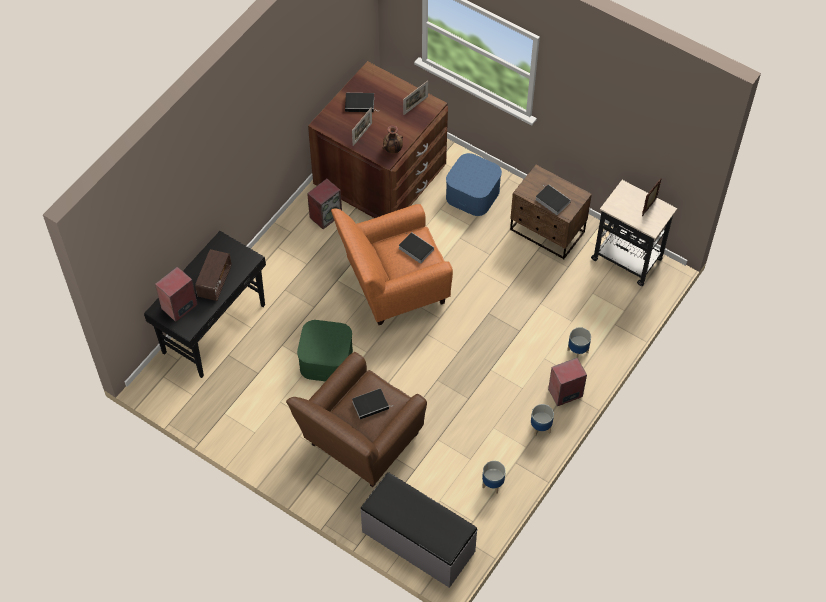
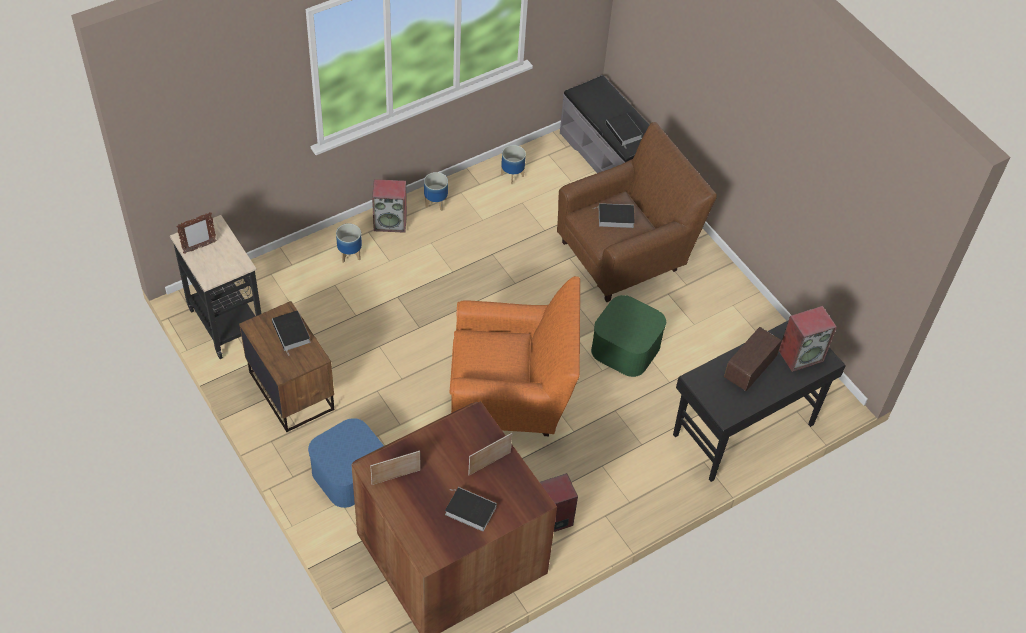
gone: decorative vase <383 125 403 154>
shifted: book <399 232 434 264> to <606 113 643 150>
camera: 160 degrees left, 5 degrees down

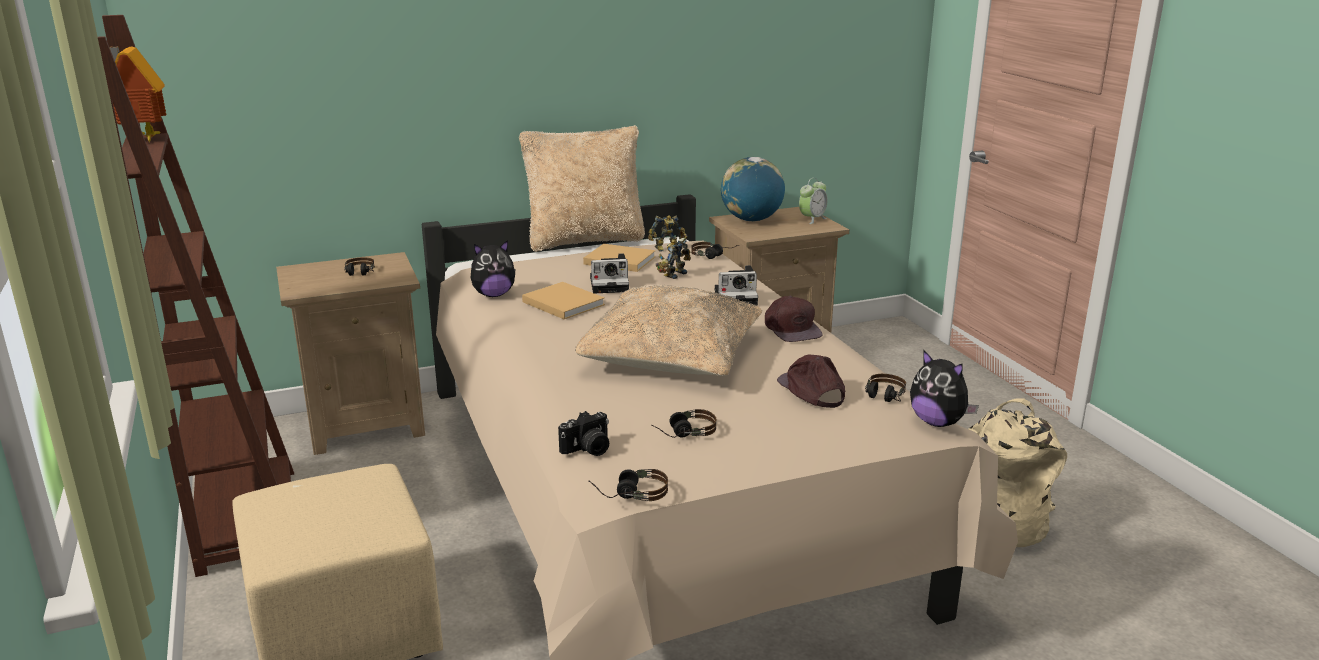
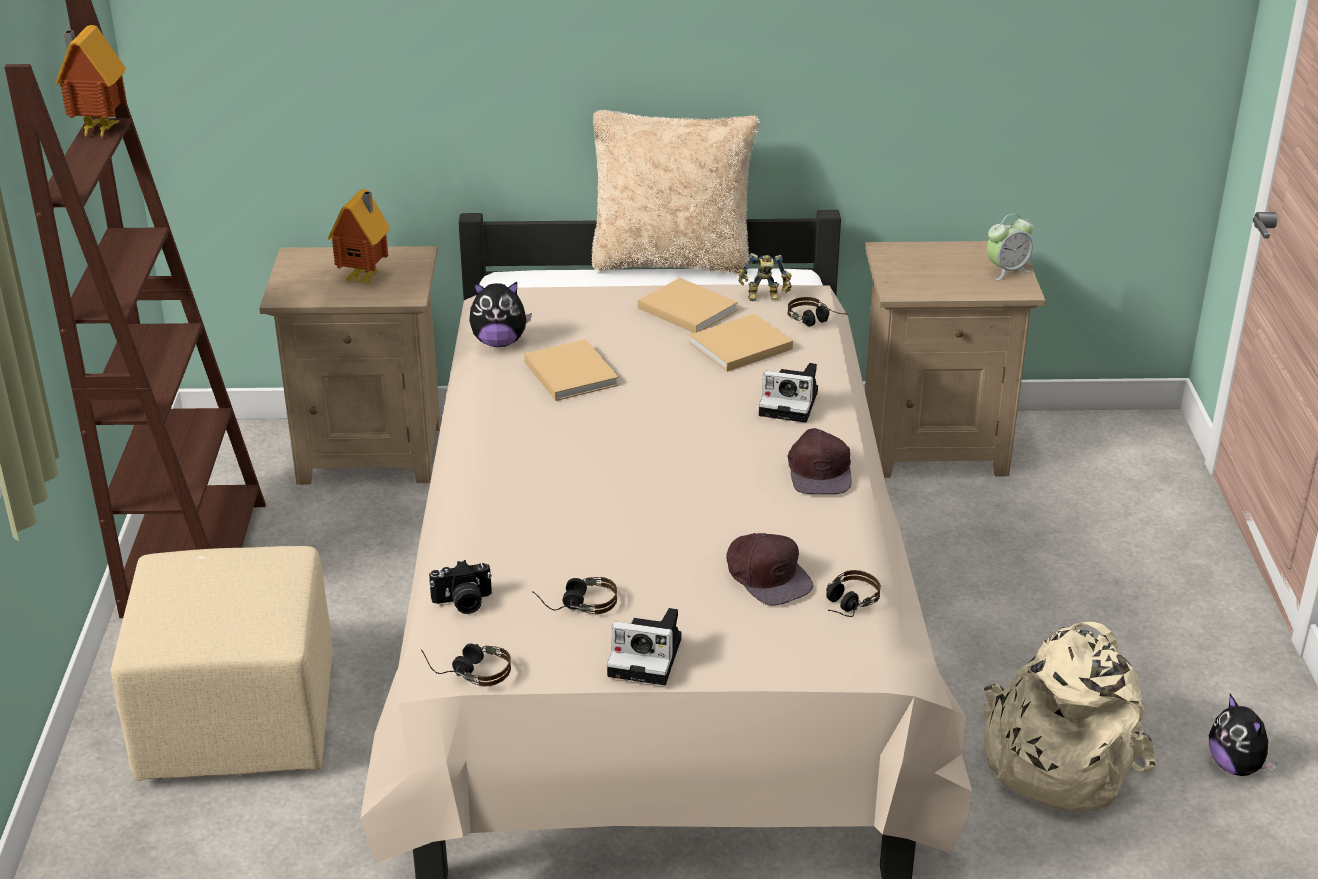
gone: world globe <721 157 785 221>; cushion in beige <574 284 763 376>
shifted: photo camera <590 253 629 294> to <607 608 681 685>; plush toy <910 351 979 427> to <1209 694 1277 776>
swapped: robot figure <655 238 691 279> to book in beige <689 314 793 372>; pair of headphones <344 257 375 276> to model house <328 189 390 285>
rotated: peaked cap in brown <777 354 845 408> = <726 533 813 605> 150 degrees clockwise
camera: 20 degrees right, 10 degrees up

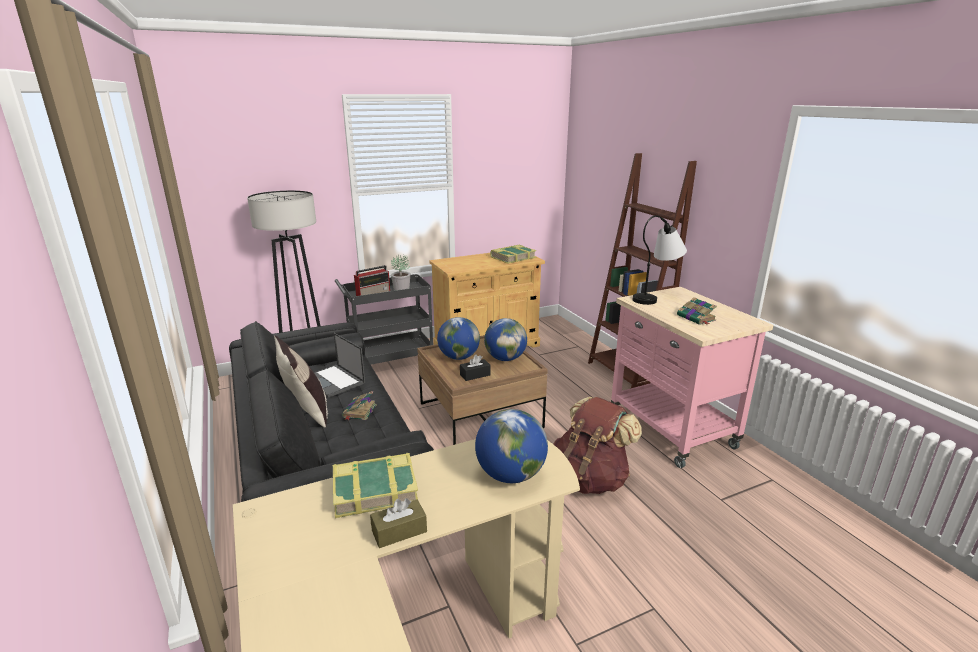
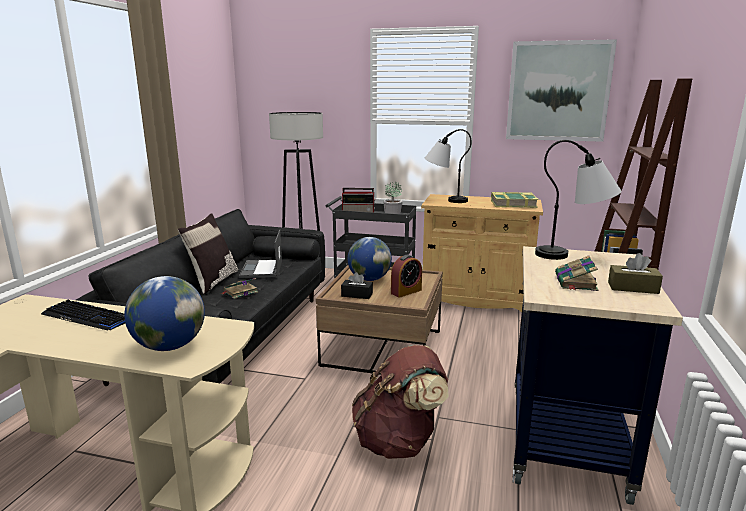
new: wall art <506 39 617 142>; table lamp <425 129 472 203>
shifted: tissue holder in brown <370 498 427 548> to <608 253 663 294>
swapped: world globe <484 318 527 361> to alarm clock <391 255 422 298>; book <333 453 418 518> to computer keyboard <41 300 125 331>
repainted: cart in pink <611 287 773 468> to cart in blue-coloured <513 246 683 505>
camera: 40 degrees right, 5 degrees down

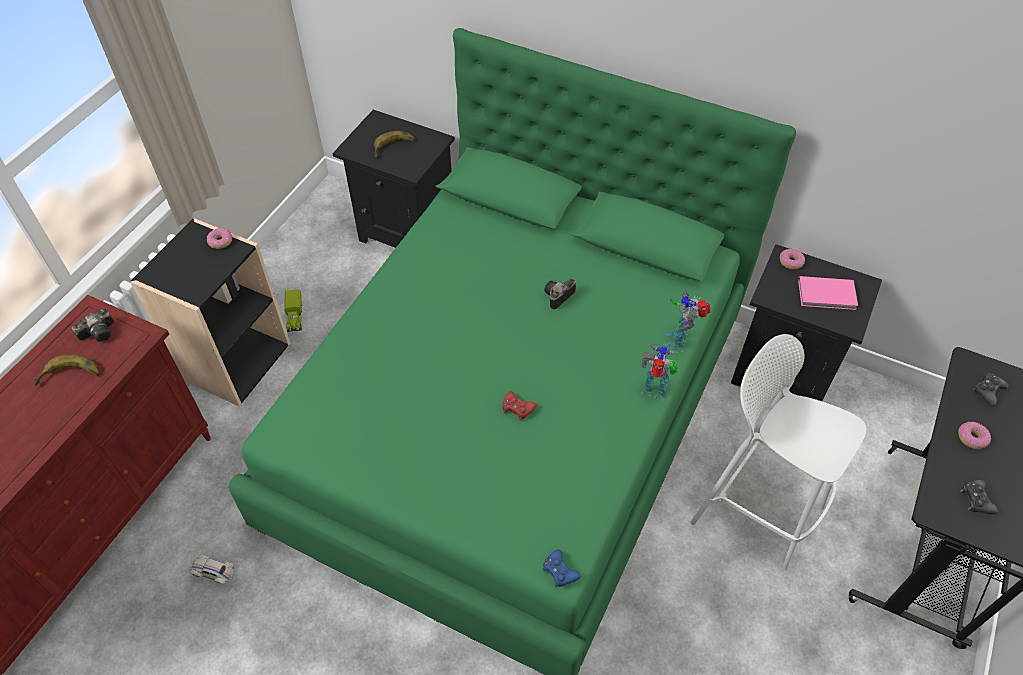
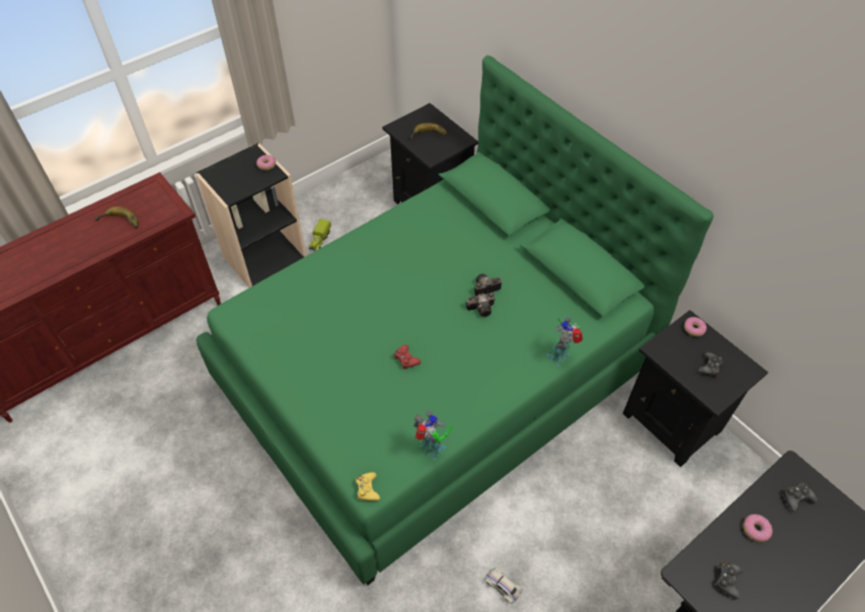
gone: stool in whitish <690 334 867 570>
shifted: photo camera <72 309 114 342> to <466 293 495 317>; robot figure <641 344 679 401> to <414 409 452 460>; model car in whitish <189 555 235 584> to <484 568 522 604>
swapped: book in pink <798 276 858 310> to gamepad in black-coloured <698 352 724 377>
repainted: gamepad in blue-coloured <543 549 581 587> to gamepad in yellow <356 472 380 501>
camera: 25 degrees right, 0 degrees up

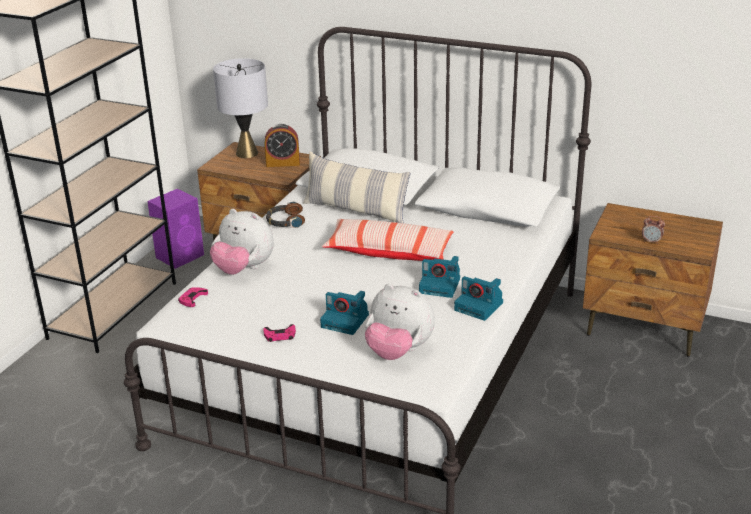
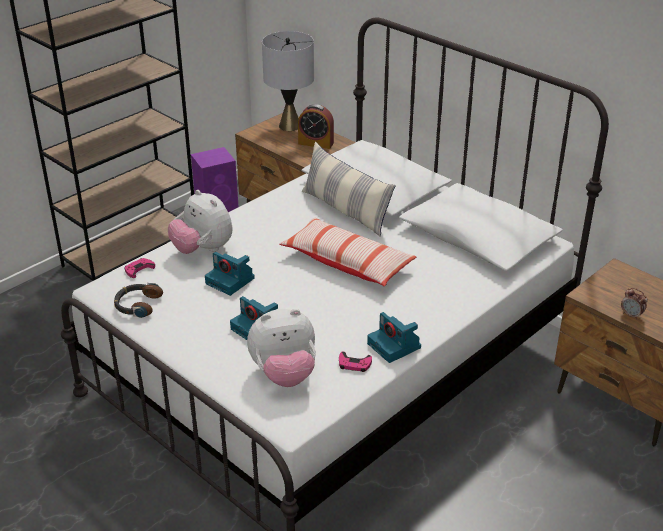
shifted: pair of headphones <266 202 305 228> to <114 283 163 318>; photo camera <419 256 460 298> to <205 252 255 296>; gamepad in pink <263 324 296 342> to <339 351 372 372>
rotated: plush toy <365 284 435 360> = <247 309 316 387> 60 degrees counterclockwise
camera: 20 degrees right, 5 degrees up

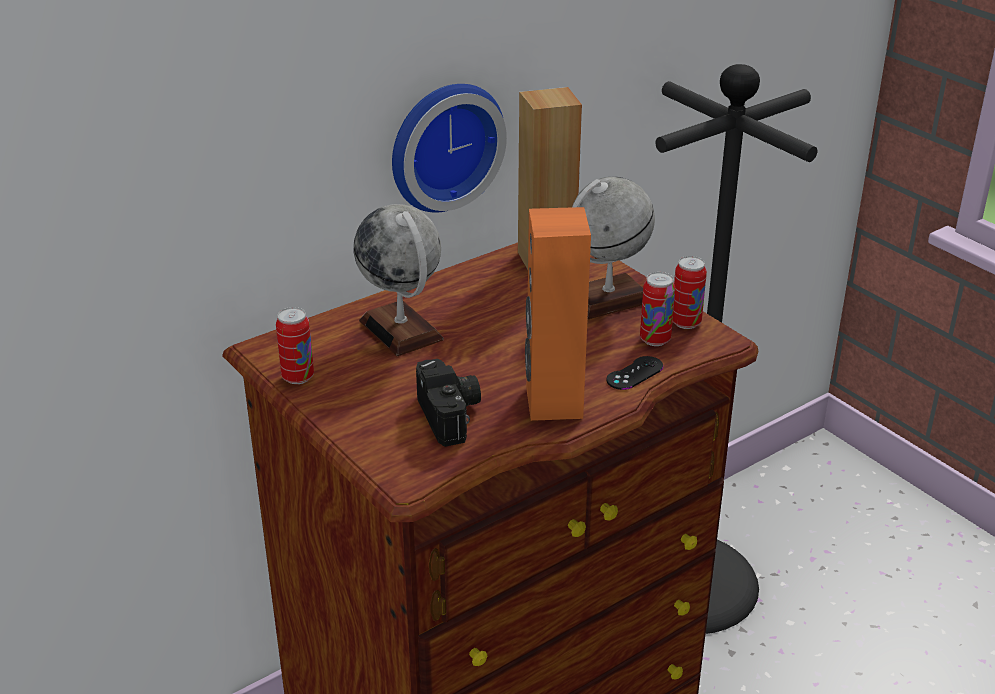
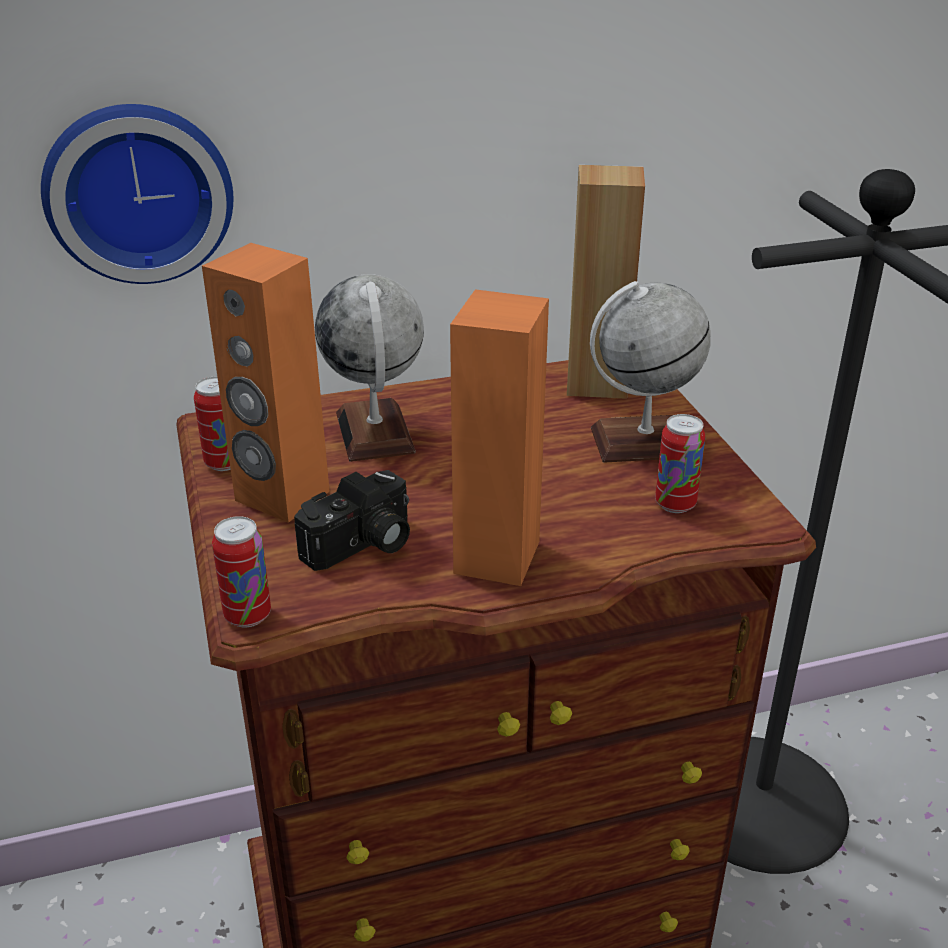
gone: gamepad in black-coloured <606 356 663 390>
new: audio speaker in orange <202 243 330 523>
shifted: wall clock <392 84 507 213> to <41 104 233 284>; can <673 256 707 329> to <212 516 271 627>
rotated: photo camera <416 359 481 447> = <294 470 410 571> 45 degrees clockwise
camera: 20 degrees right, 0 degrees up

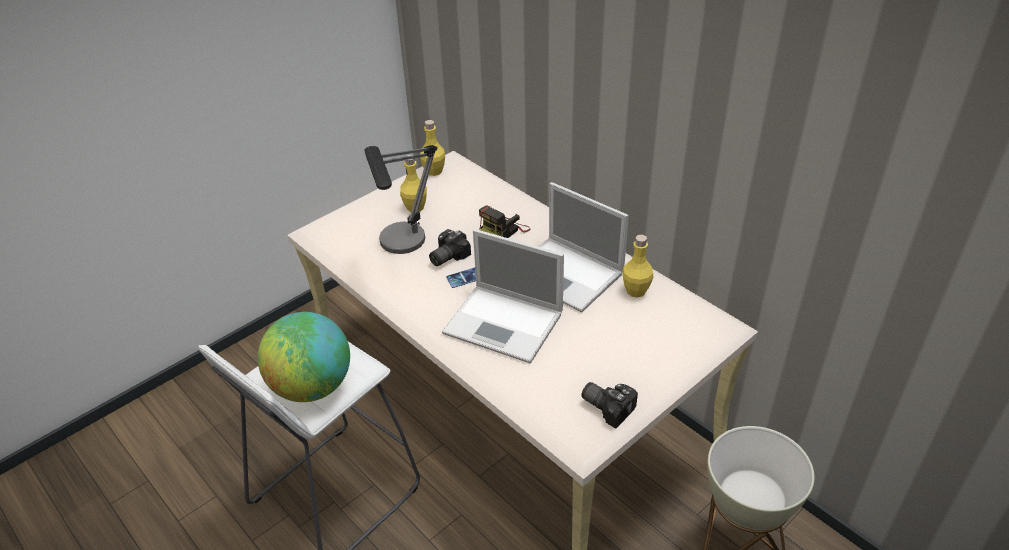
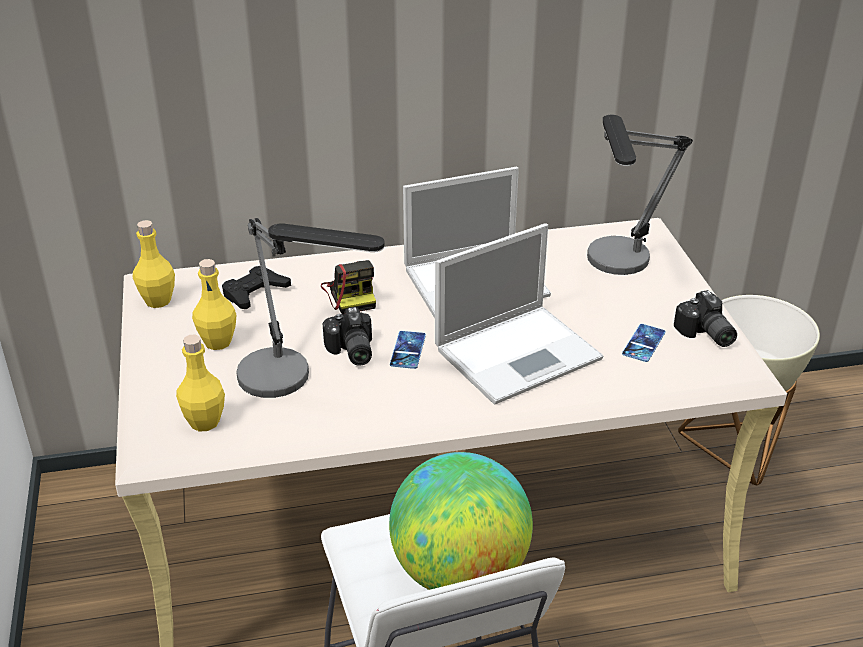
new: table lamp <587 114 693 275>; gamepad in black-coloured <222 266 291 309>; handset <622 324 665 362>
shifted: beverage bottle in yellow <622 235 653 298> to <176 335 225 432>
rotated: photo camera <581 382 638 429> = <674 290 737 347> 90 degrees counterclockwise
camera: 60 degrees left, 5 degrees down

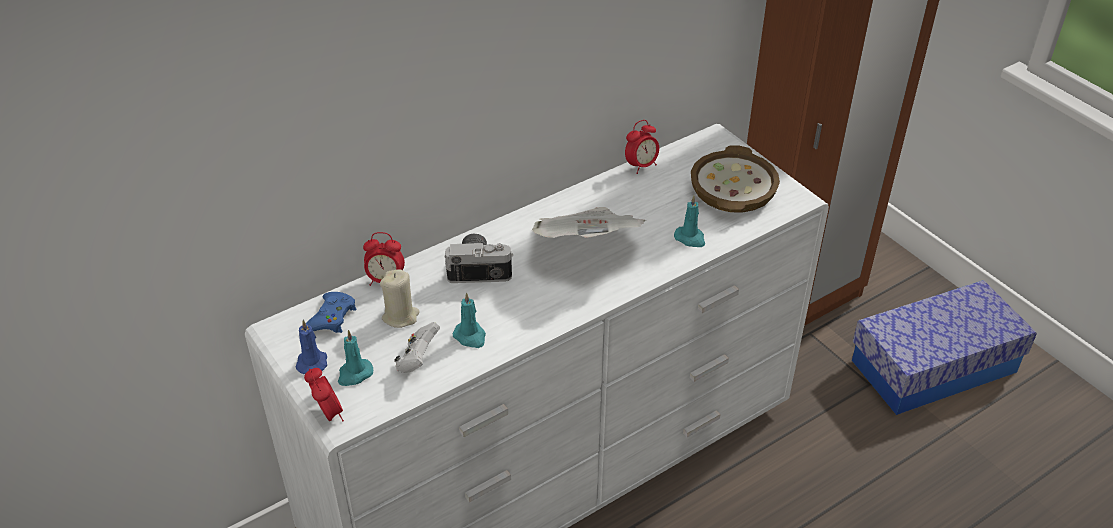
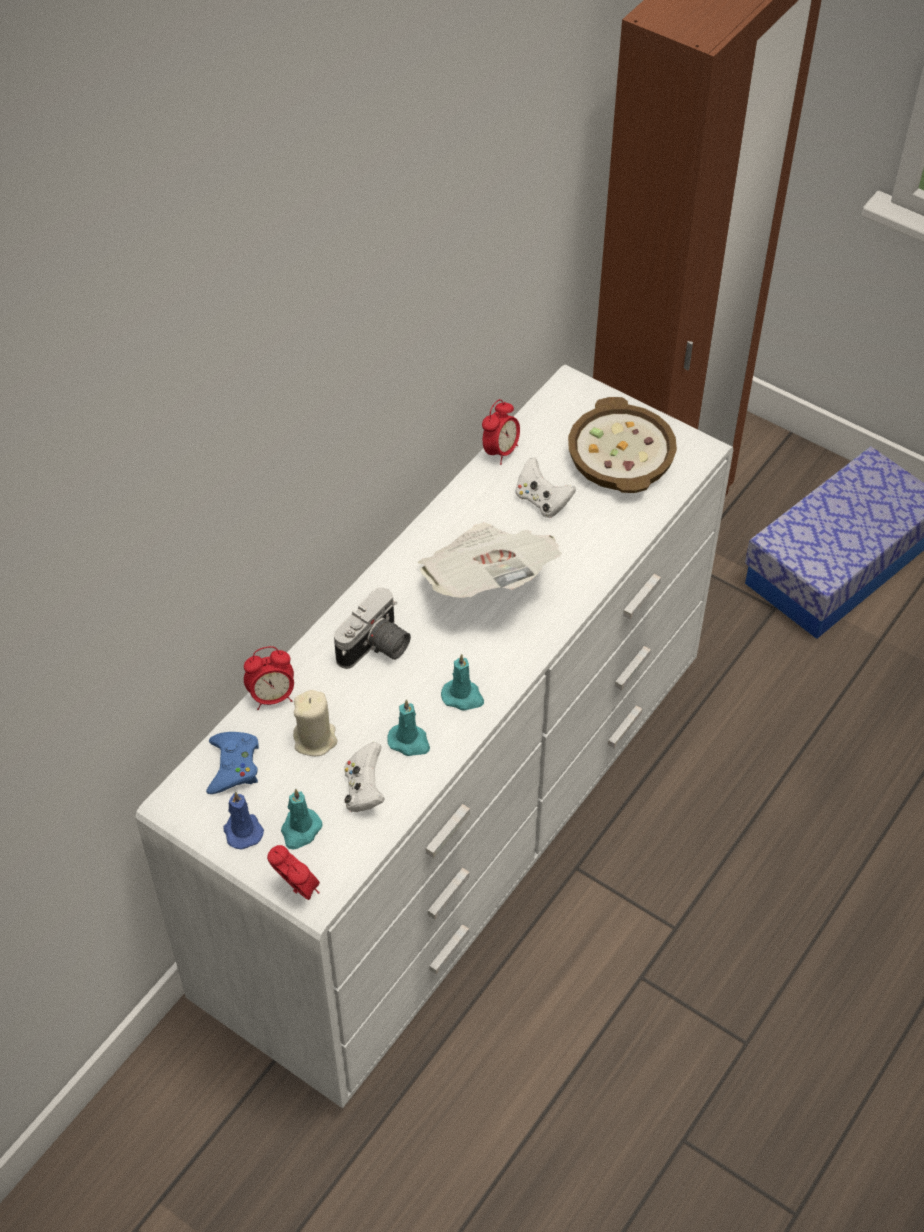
new: gamepad in whitish <516 457 576 518>
shifted: candle in blue-green <674 196 705 247> to <441 654 484 711>
rotated: photo camera <444 234 513 283> = <334 587 411 669> 150 degrees clockwise
camera: 20 degrees left, 10 degrees up

